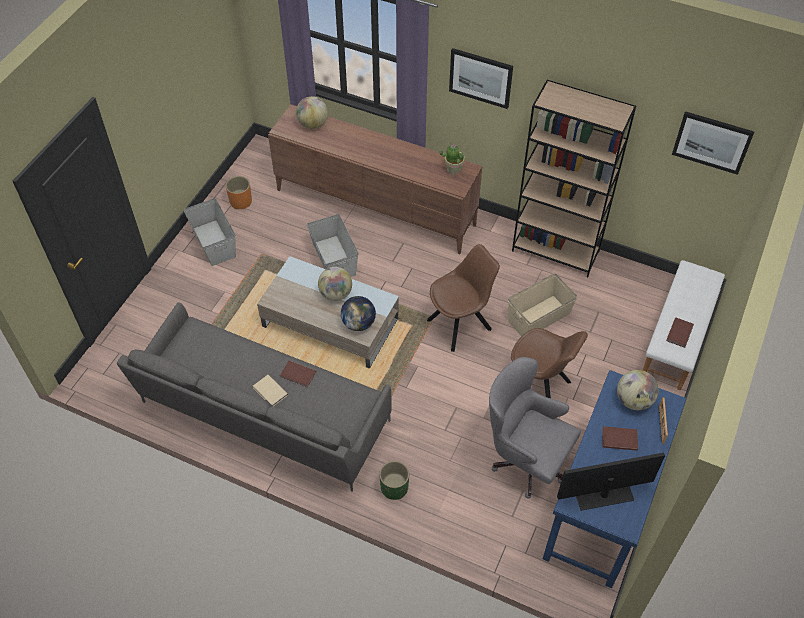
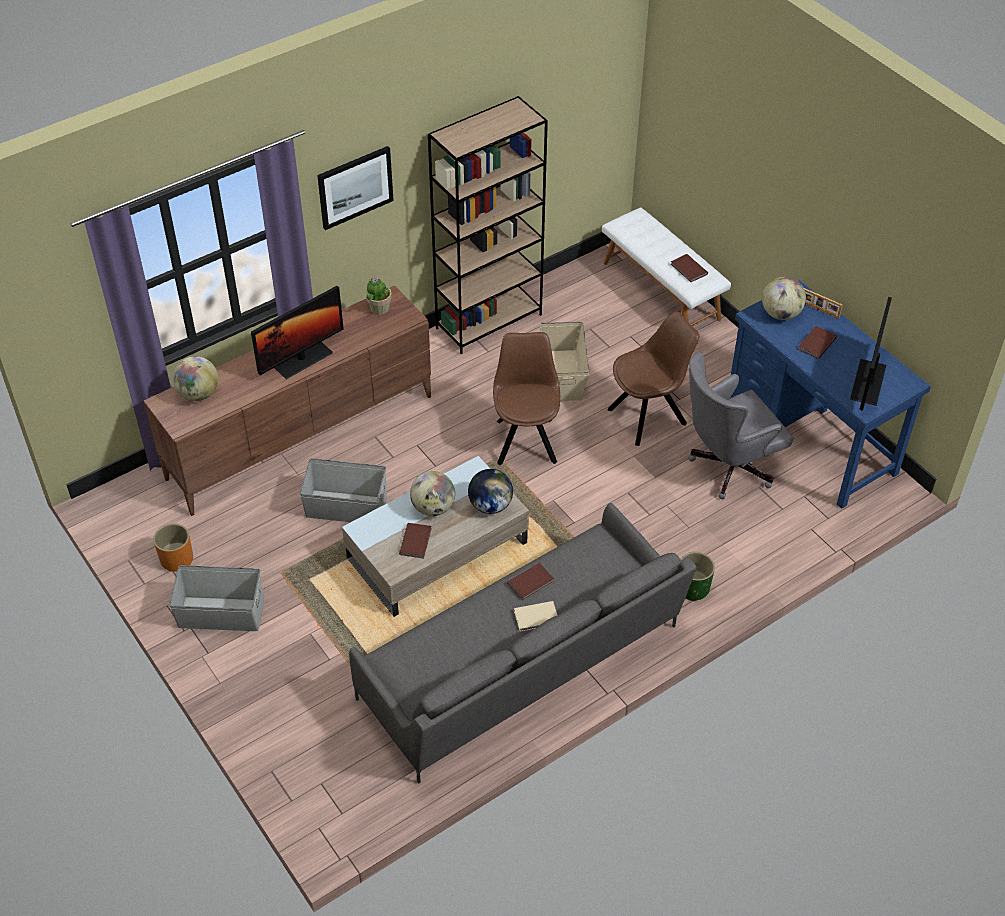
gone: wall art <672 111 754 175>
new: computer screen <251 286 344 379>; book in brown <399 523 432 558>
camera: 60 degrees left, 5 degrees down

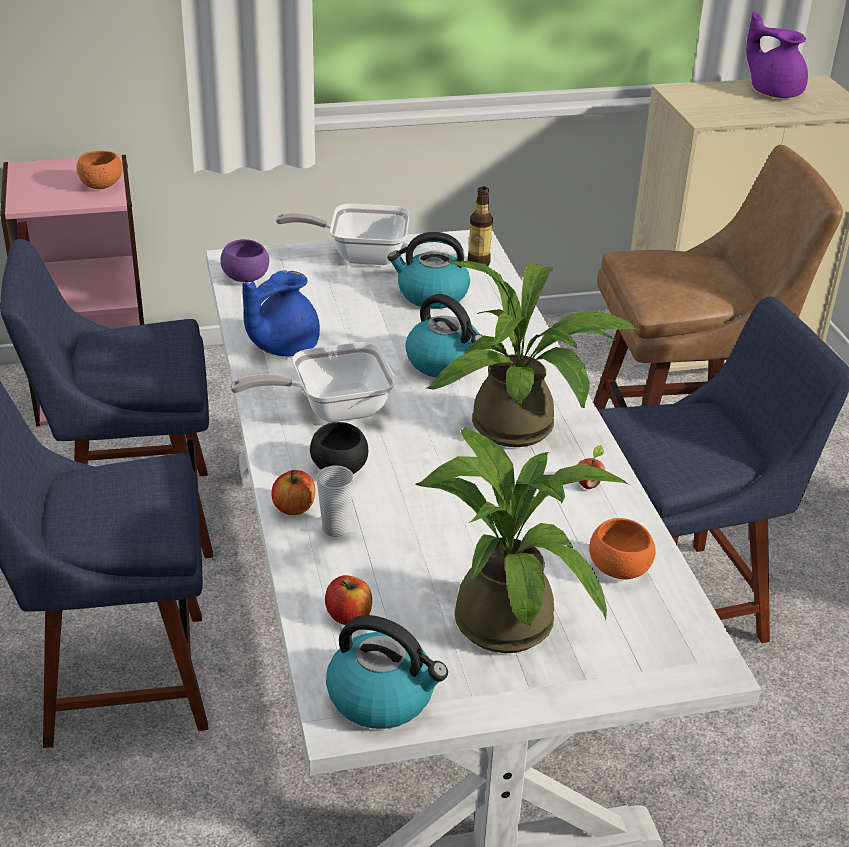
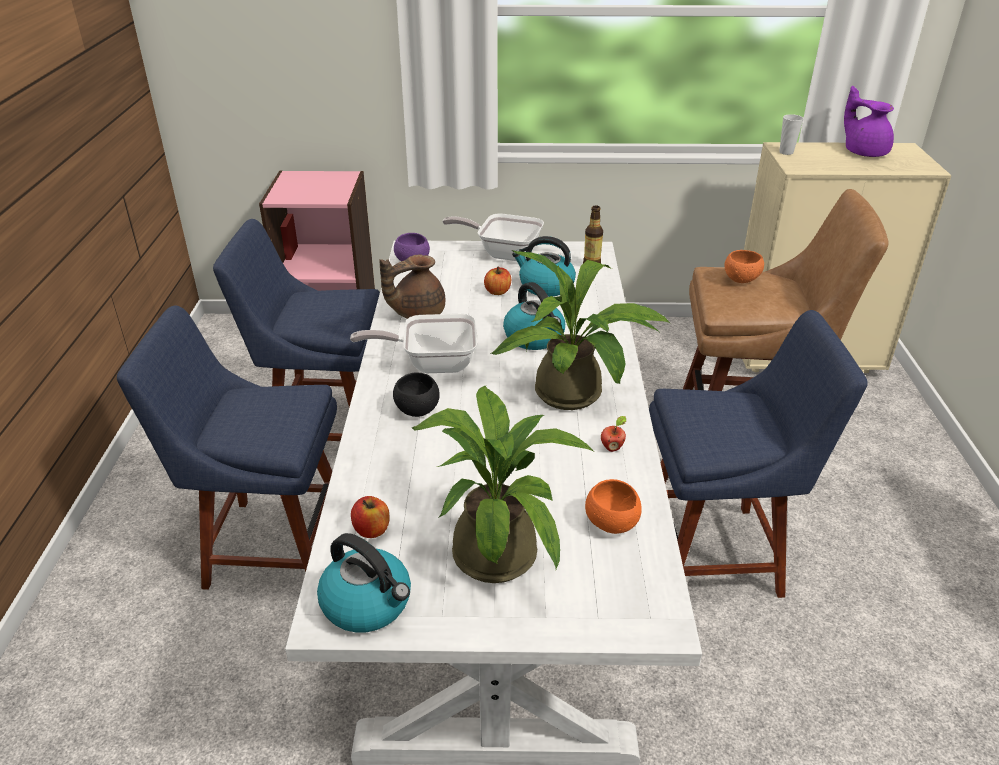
shifted: bowl in orange <76 151 123 189> to <724 250 764 283>; small cup <316 465 354 537> to <779 114 804 155>; apple fruit <272 470 315 515> to <484 266 511 295>
repainted: tea pot in blue-coloured <242 270 320 356> to tea pot in brown <379 255 446 319>
camera: 15 degrees right, 0 degrees up

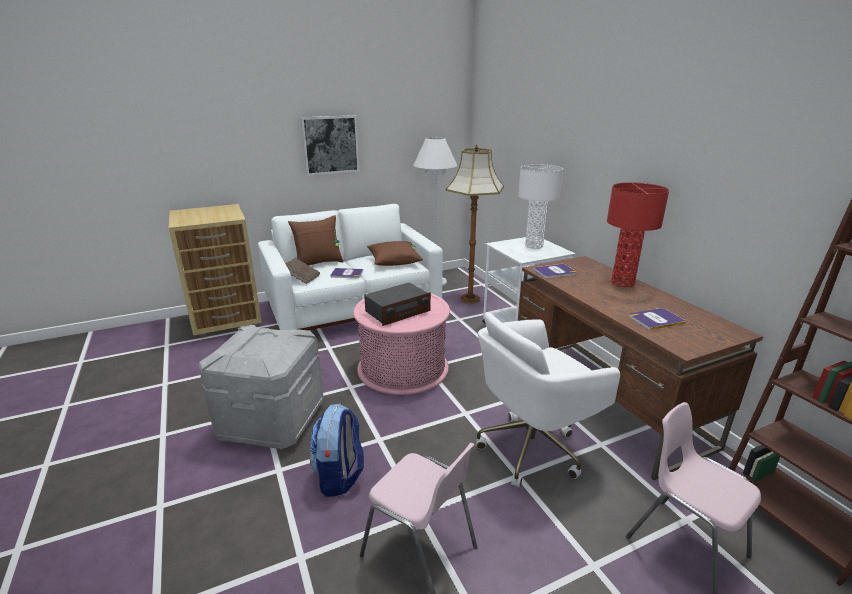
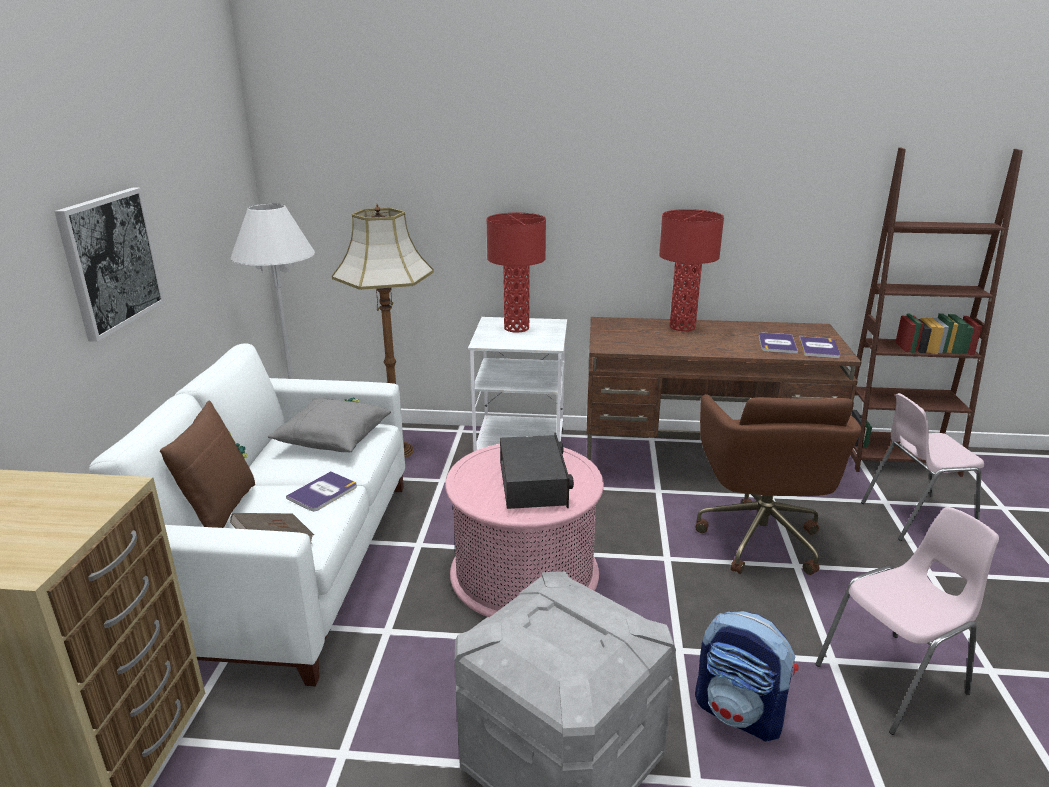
shifted: book <533 264 576 278> to <799 336 841 358>
repainted: table lamp in whitish <518 164 563 249> to table lamp in red <487 213 546 333>; cushion in brown <367 241 423 266> to cushion in gray <268 398 391 452>; desk chair in whitish <476 312 620 487> to desk chair in brown <695 394 861 575>
camera: 60 degrees left, 0 degrees up

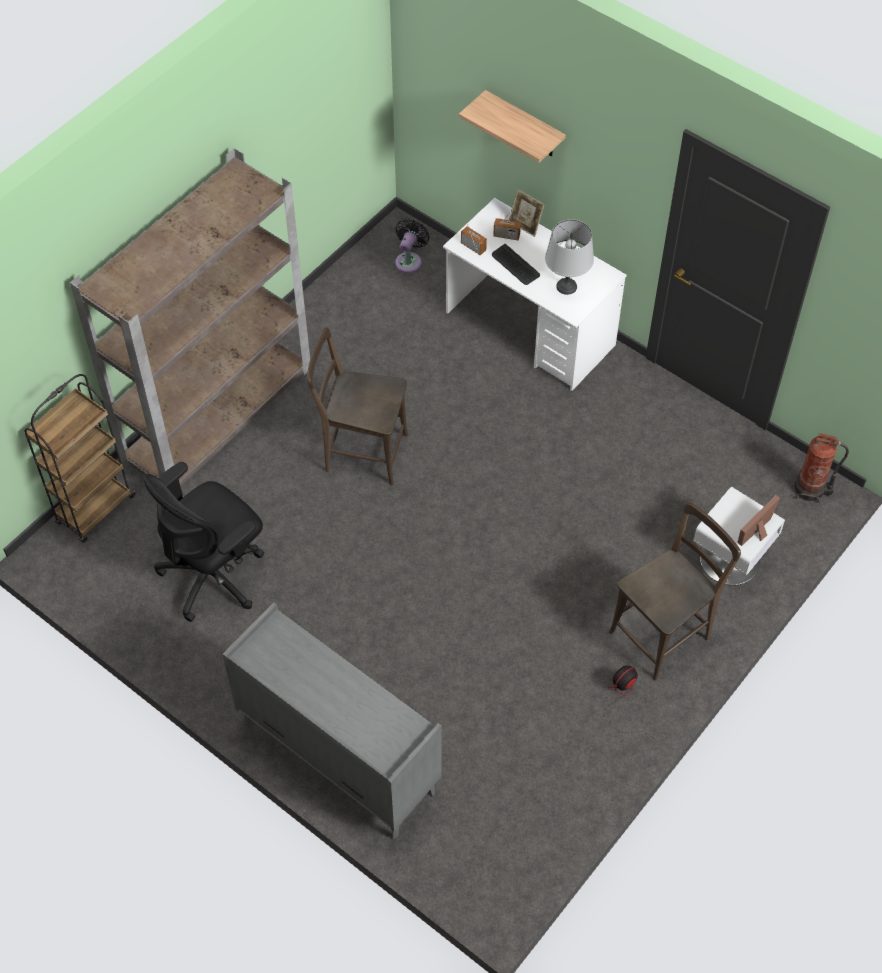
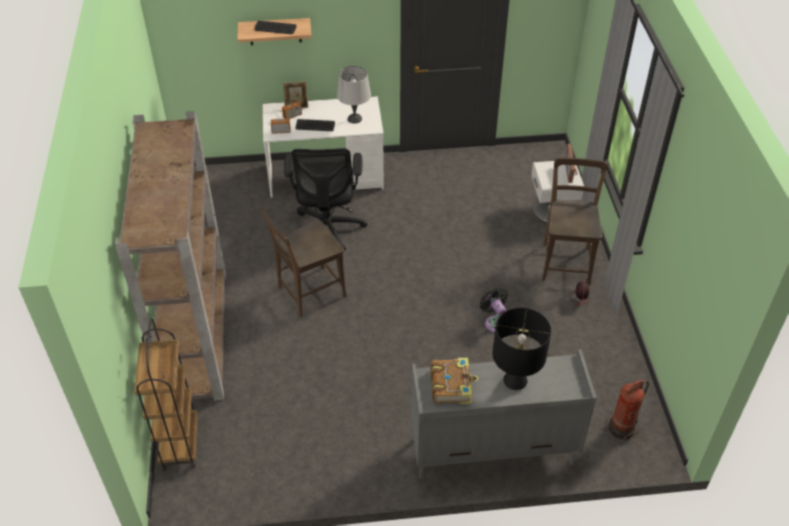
new: computer keyboard <254 21 296 34>; table lamp in black-coloured <492 308 551 390>; book <430 358 478 404>
shifted: fan in black-coloured <395 219 429 273> to <480 288 508 333>; fire extinguisher <794 433 849 502> to <605 379 649 442>; desk chair in black-coloured <142 462 264 622> to <284 148 367 251>
camera: 45 degrees left, 10 degrees down

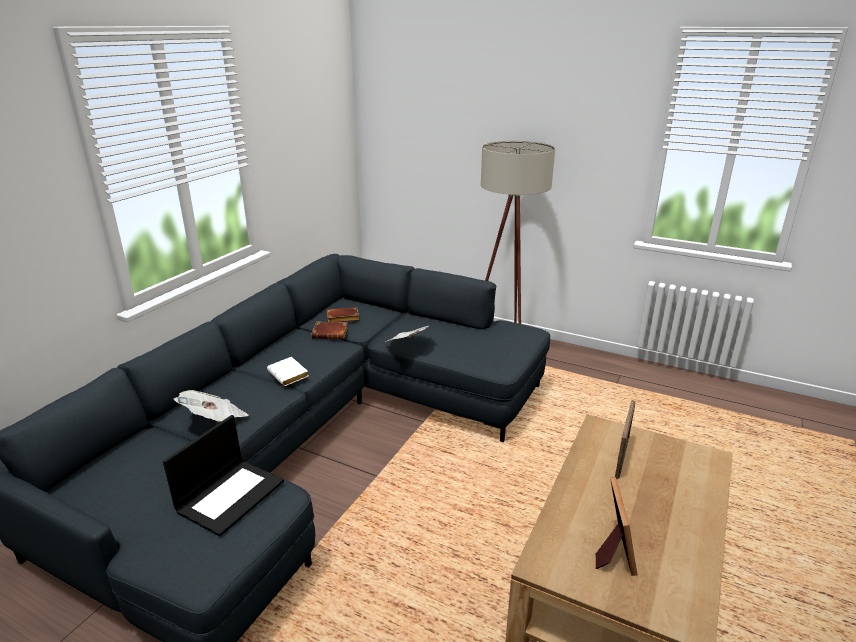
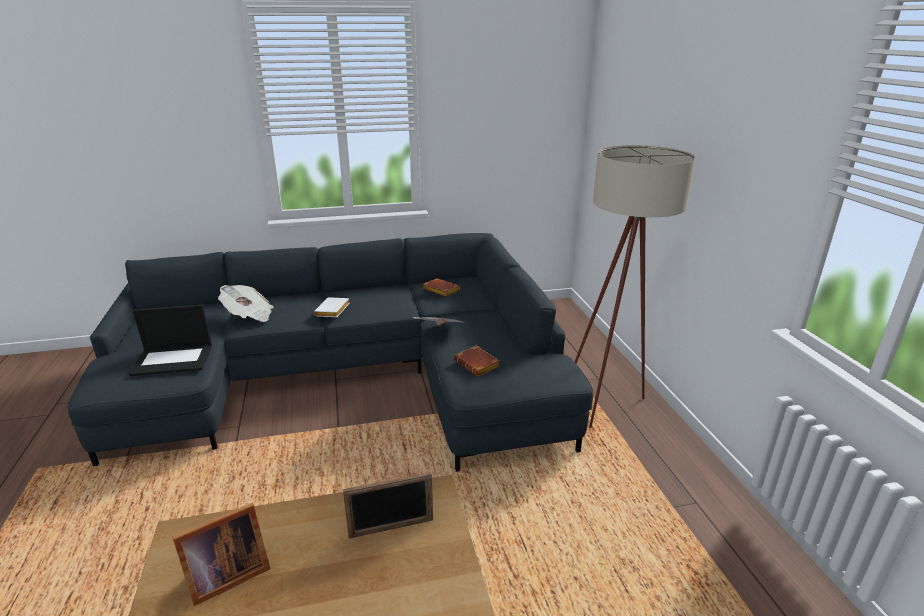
shifted: book in brown <311 322 348 339> to <454 345 500 377>
camera: 50 degrees right, 0 degrees up

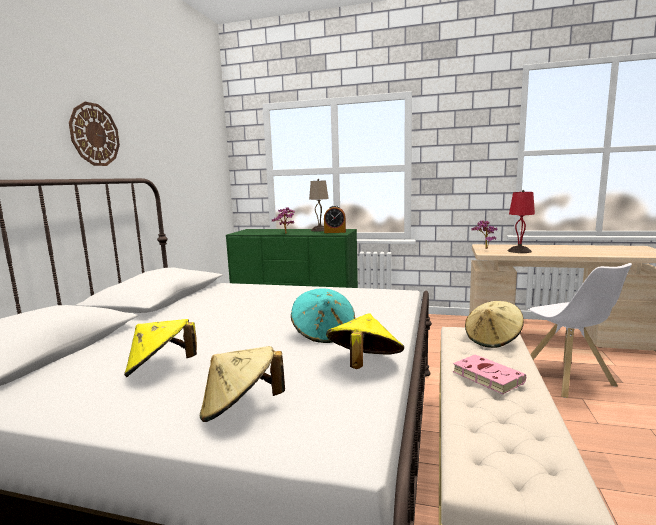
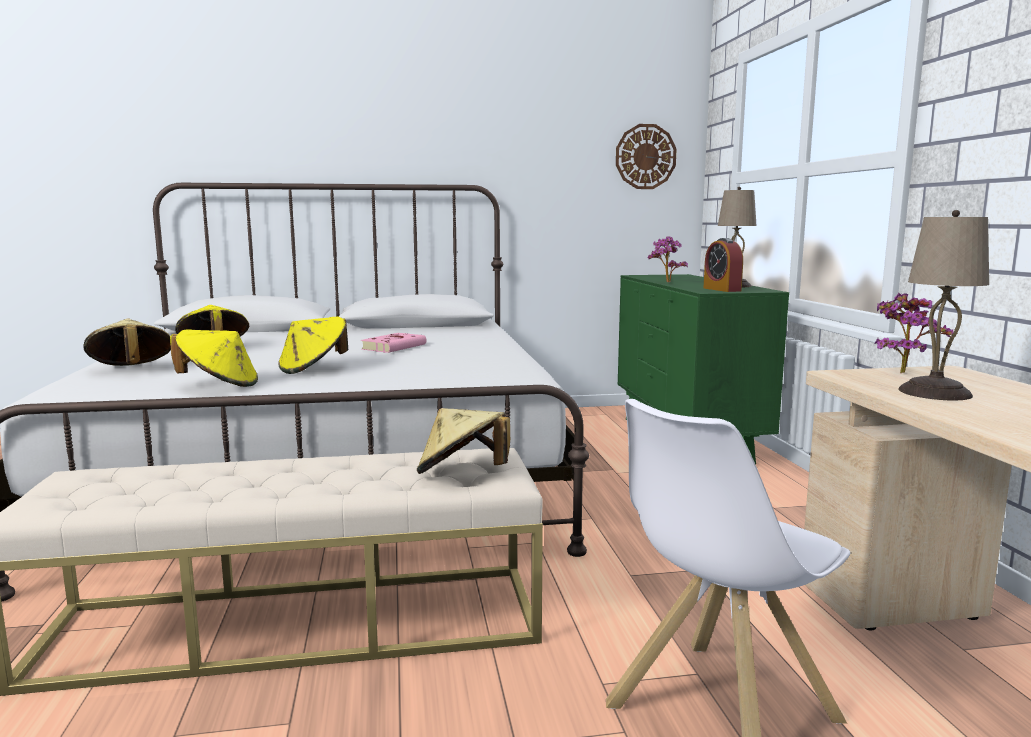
shifted: wall clock <69 102 120 166> to <616 124 677 189>; book in pink <453 355 526 394> to <361 333 427 353>
repainted: table lamp in red <508 190 535 253> to table lamp in beige <898 210 989 401>; hat in blue-green <291 288 355 343> to hat in yellow <278 317 348 374>
camera: 65 degrees right, 0 degrees up

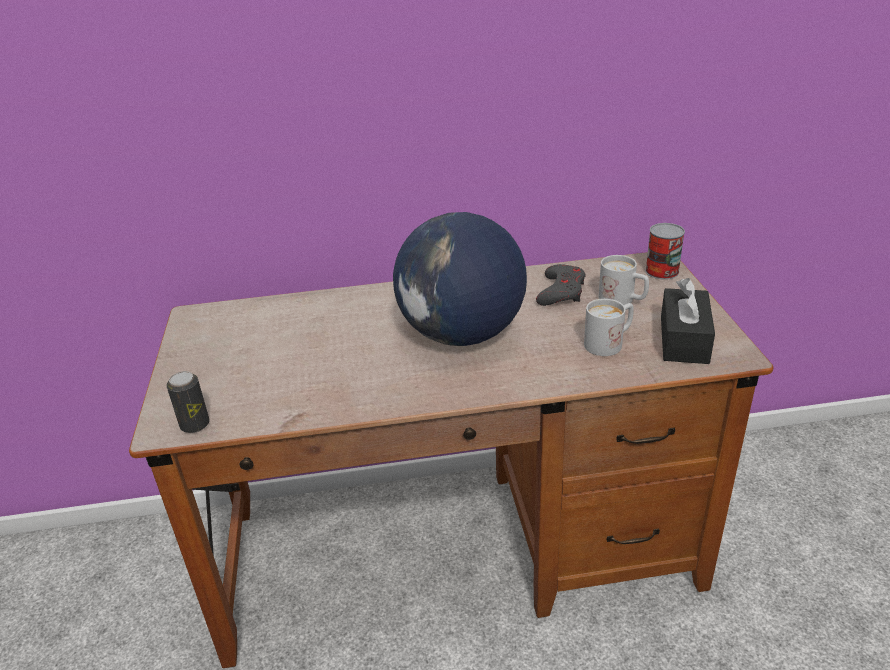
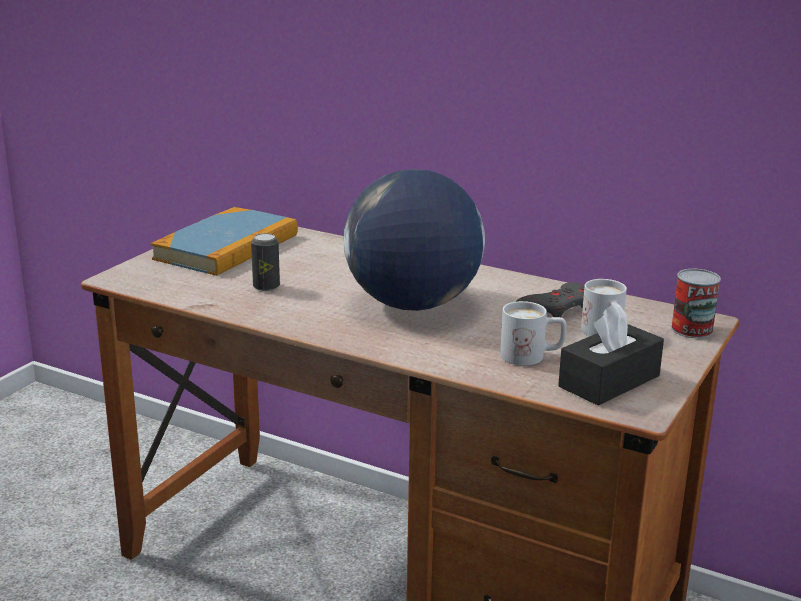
new: book <151 207 298 276>
shifted: can <167 371 210 433> to <251 233 280 291>
camera: 35 degrees right, 10 degrees down

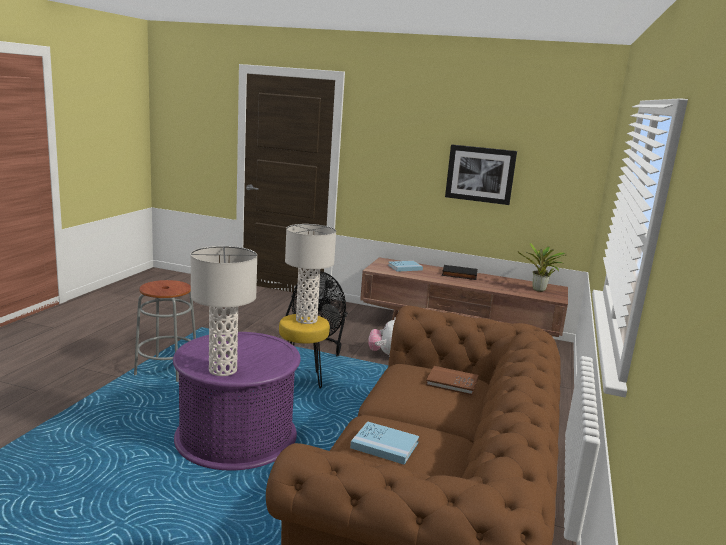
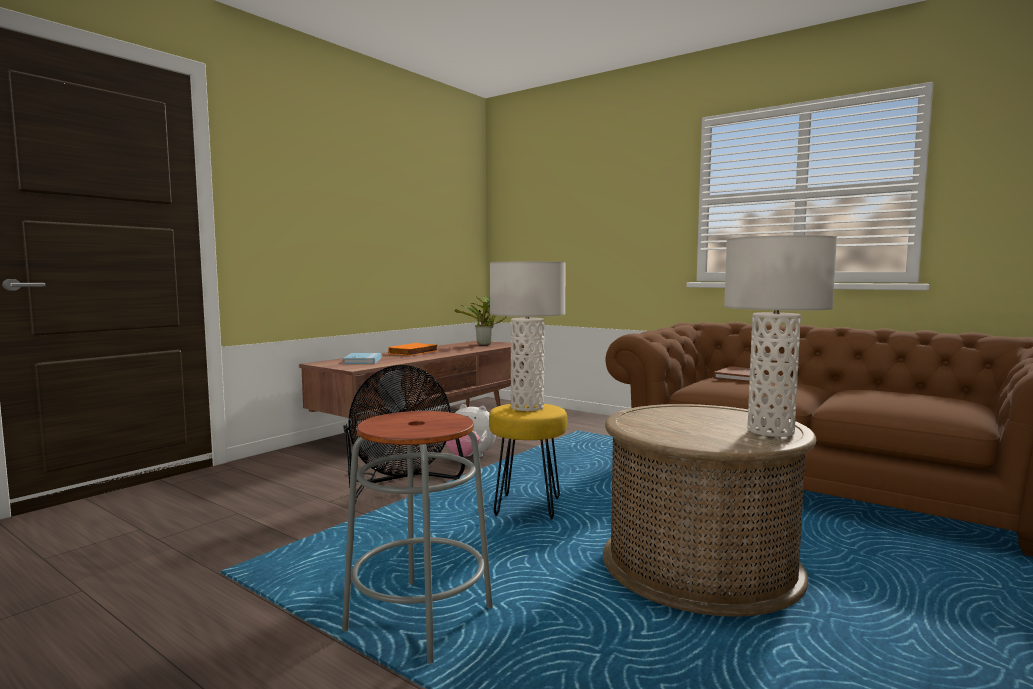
gone: wall art <445 144 517 205>; book in blue-coloured <350 421 419 465>
repainted: book in black-coloured <442 265 478 280> to book in orange <388 343 438 356>; low table in purple <173 332 301 470> to low table in brown <603 404 816 617>
camera: 70 degrees left, 10 degrees down

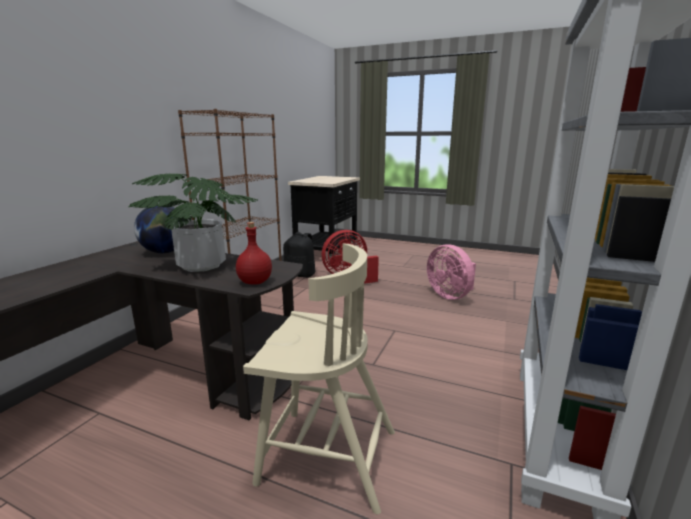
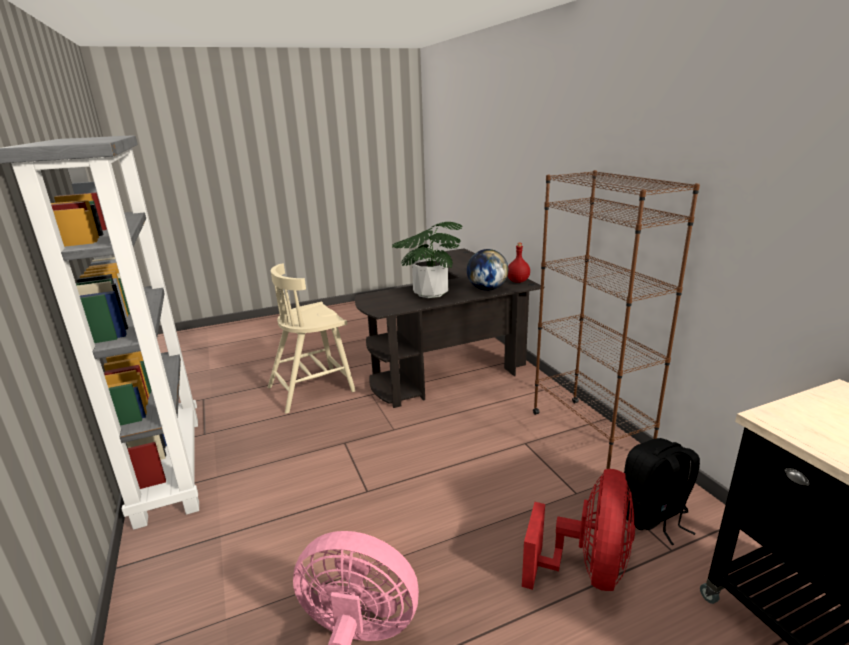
shifted: beverage bottle in red <236 222 272 285> to <508 243 530 283>
camera: 135 degrees right, 5 degrees up

